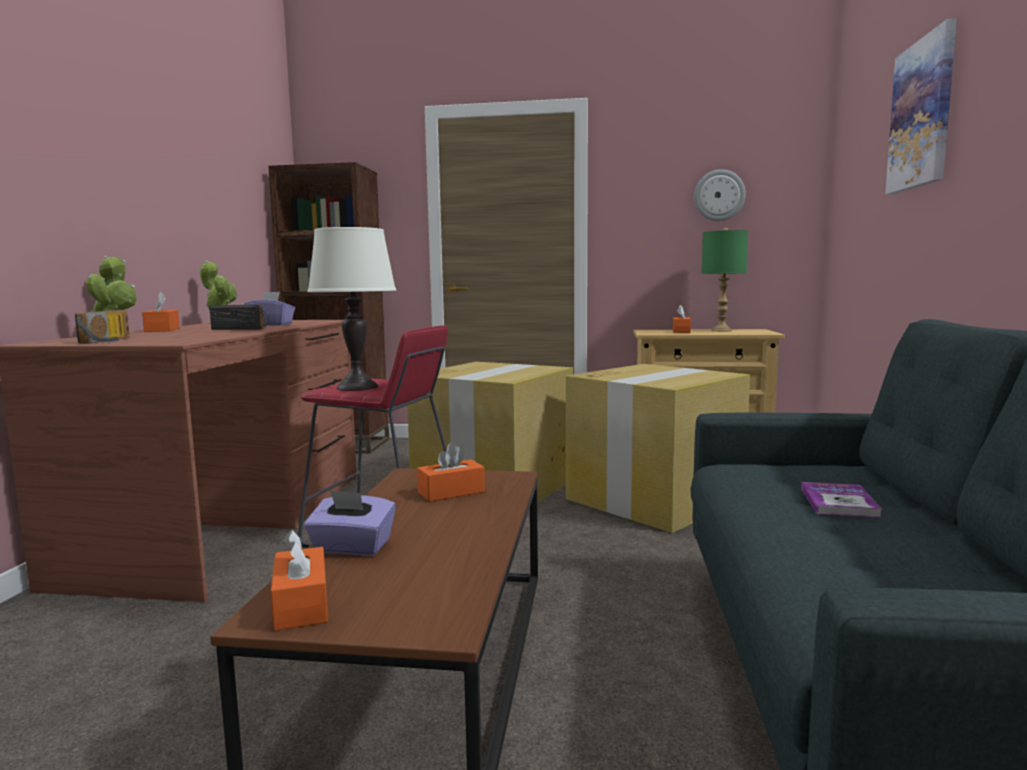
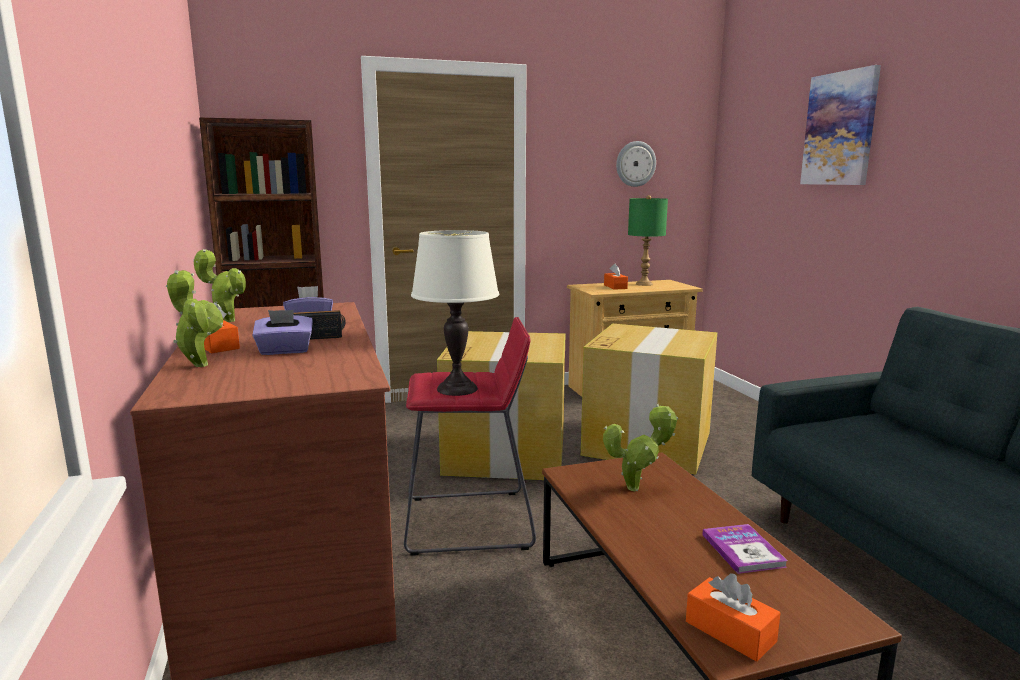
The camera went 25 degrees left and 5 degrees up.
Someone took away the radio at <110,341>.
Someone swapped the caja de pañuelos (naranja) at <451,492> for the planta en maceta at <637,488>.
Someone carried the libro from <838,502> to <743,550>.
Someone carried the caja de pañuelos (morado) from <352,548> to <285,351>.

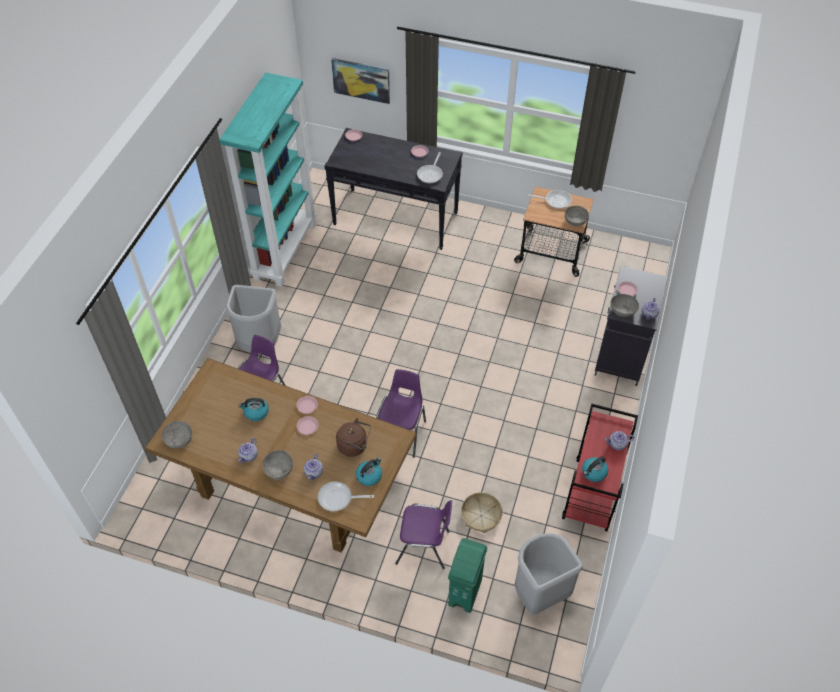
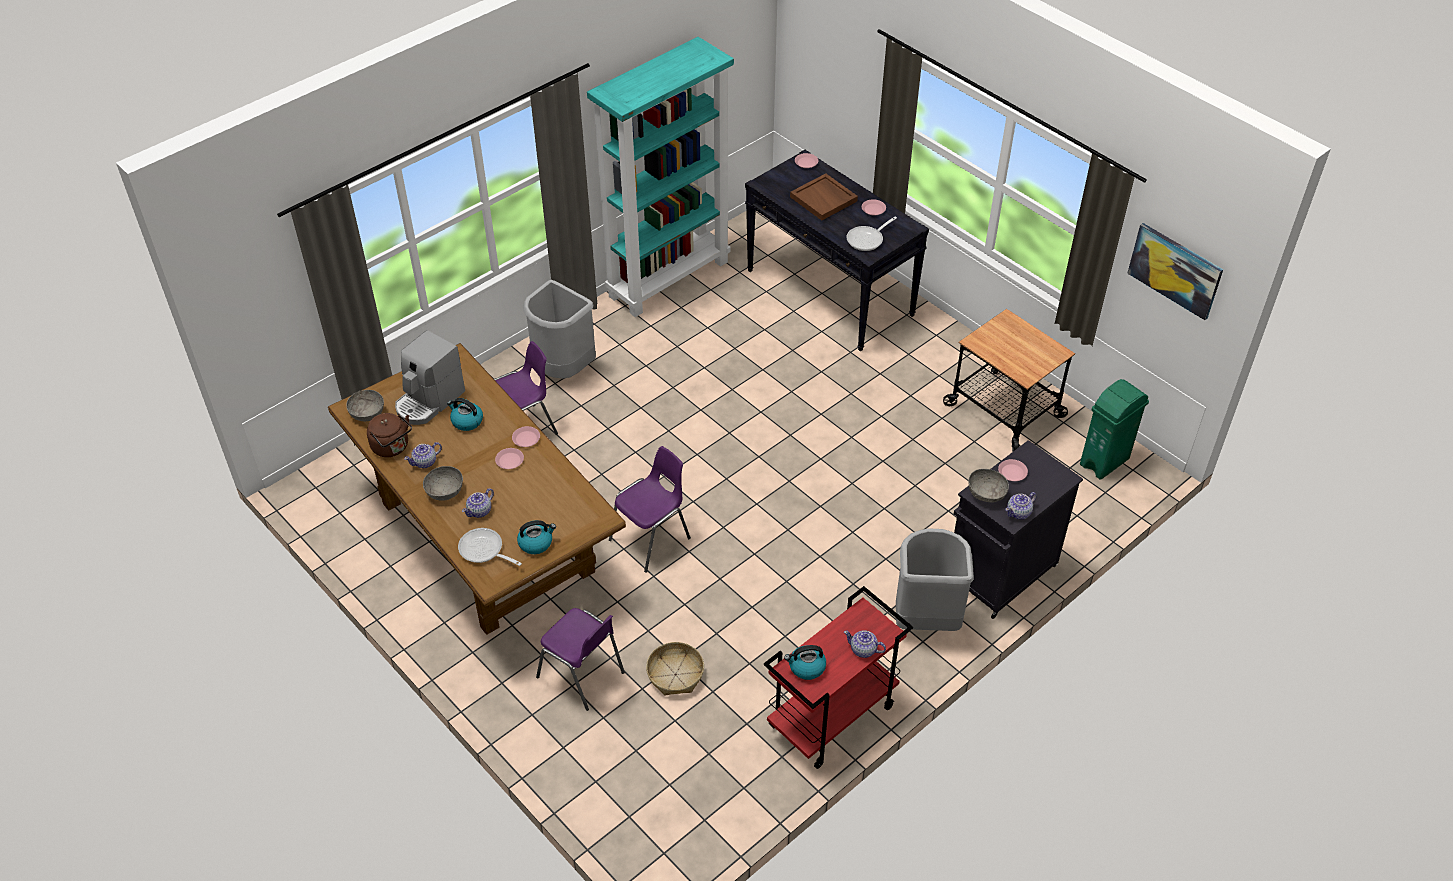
The camera went 30 degrees right and 5 degrees down.
Someone carried the cuadro from <361,80> to <1175,270>.
Someone took away the sartén at <555,201>.
Someone took away the cuenco (gris) at <575,220>.
Someone carried the hervidor (marrón) from <354,446> to <392,447>.
Someone carried the papelera (gris) from <539,593> to <925,620>.
Someone carried the papelera (verde) from <465,592> to <1105,461>.
Someone put down the bandeja (marrón) at <824,199>.
Someone put down the cafetera at <429,401>.

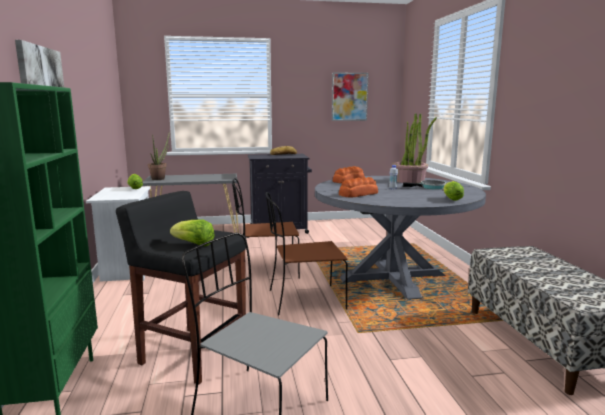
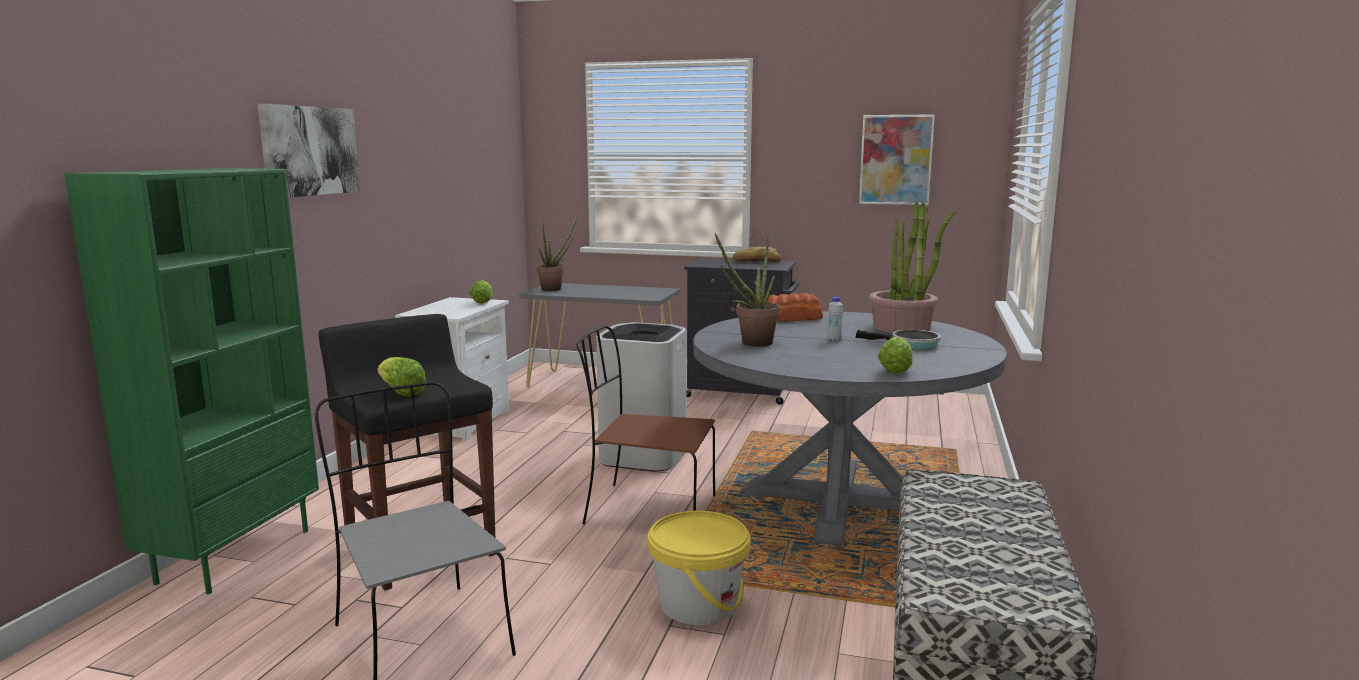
The camera went 25 degrees right and 0 degrees up.
Someone swapped the pan at <358,194> for the planta en maceta at <751,344>.
Someone swapped the silla (marrón) at <266,271> for the papelera (blanco) at <643,455>.
Someone put down the cubo (amarillo) at <698,604>.

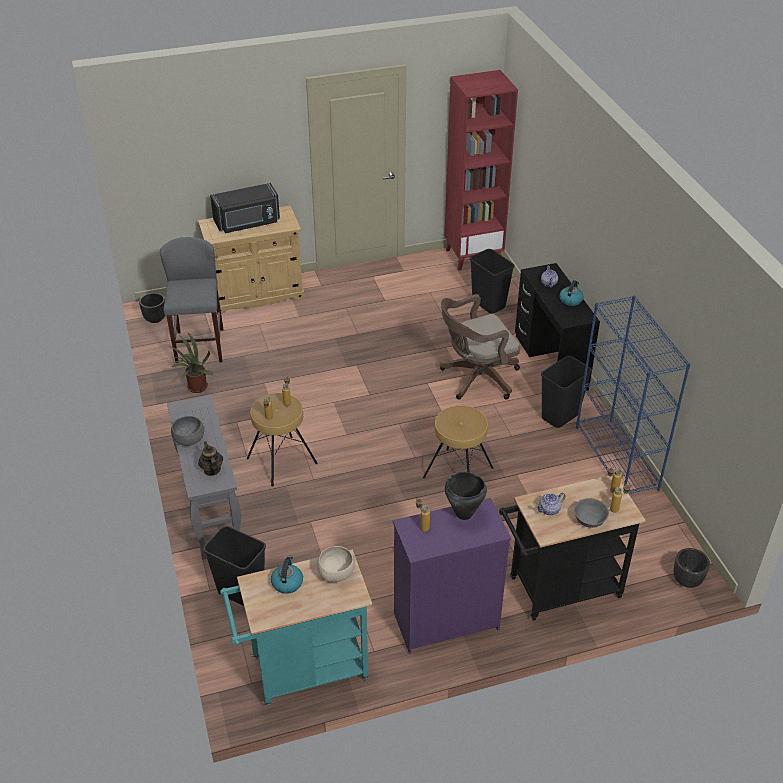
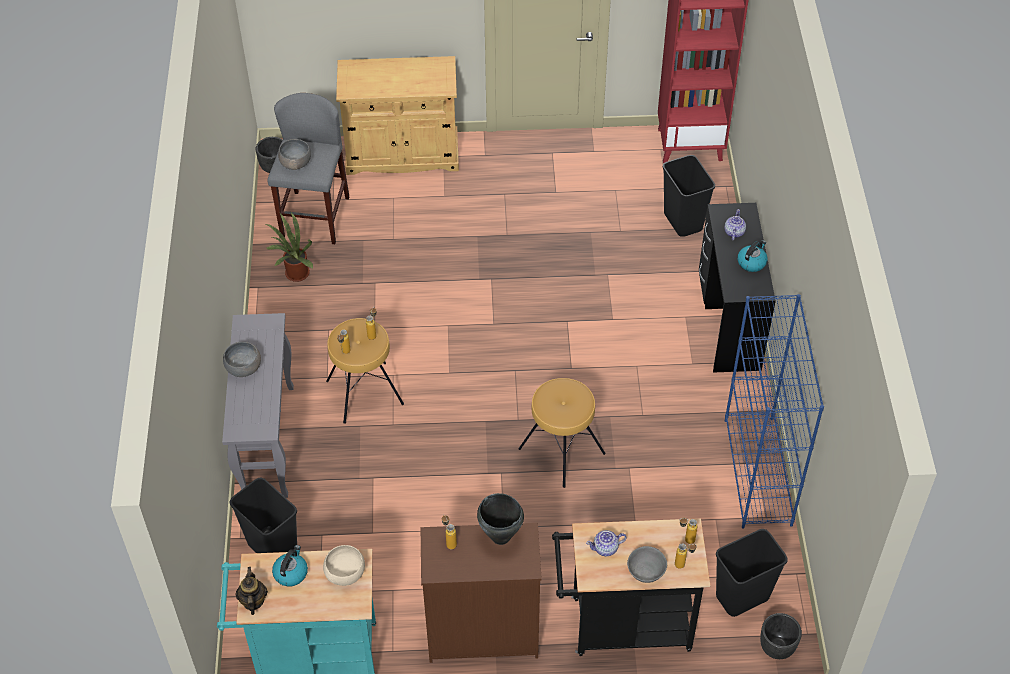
The camera went 15 degrees right and 10 degrees up.
Someone took away the microondas (negro) at <247,223>.
Someone took away the silla de oficina (marrón) at <476,378>.
Someone carried the papelera (negro) from <560,416> to <742,598>.
Someone carried the tetera from <212,470> to <253,601>.
Someone repainted the cómoda (morado) at <445,621>, which became the cómoda (marrón) at <481,634>.
Someone put down the cuenco (gris) at <295,163>.

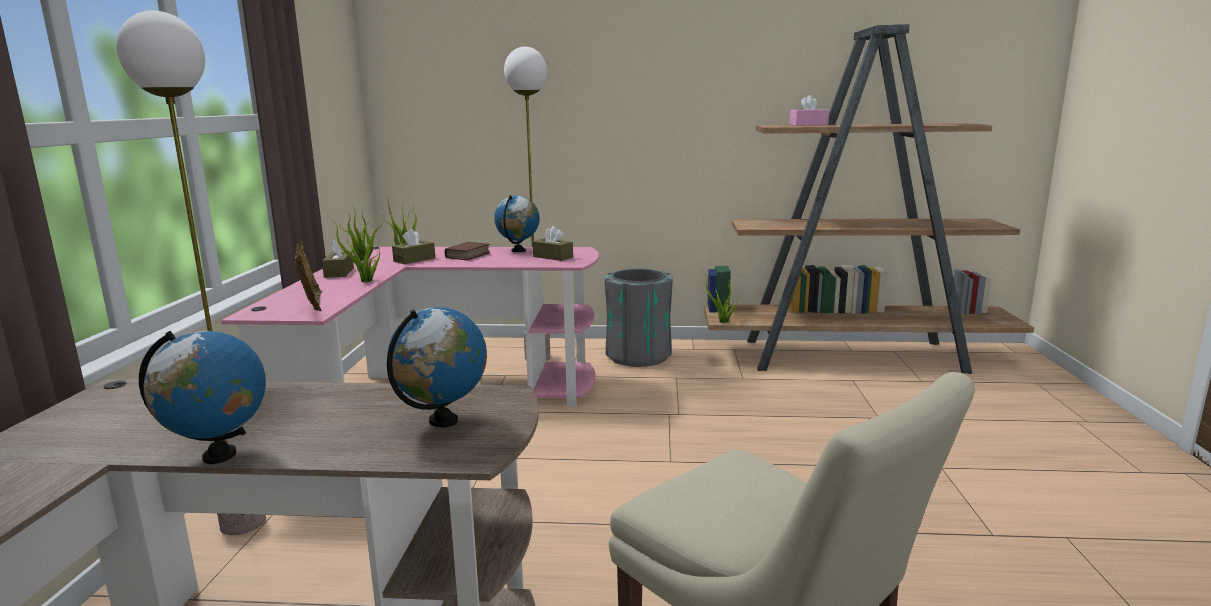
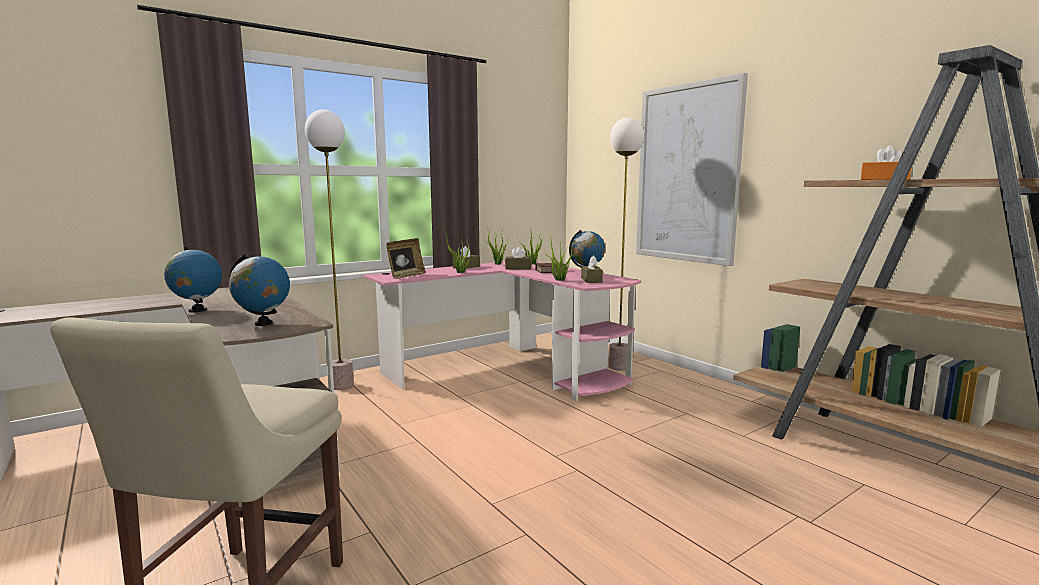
The camera went 50 degrees right and 5 degrees down.
Someone repainted the caja de pañuelos (rosa) at <808,124>, which became the caja de pañuelos (naranja) at <885,179>.
Someone took away the papelera (gris) at <638,356>.
Someone carried the planta en maceta from <722,322> to <559,280>.
Someone put up the cuadro at <687,173>.

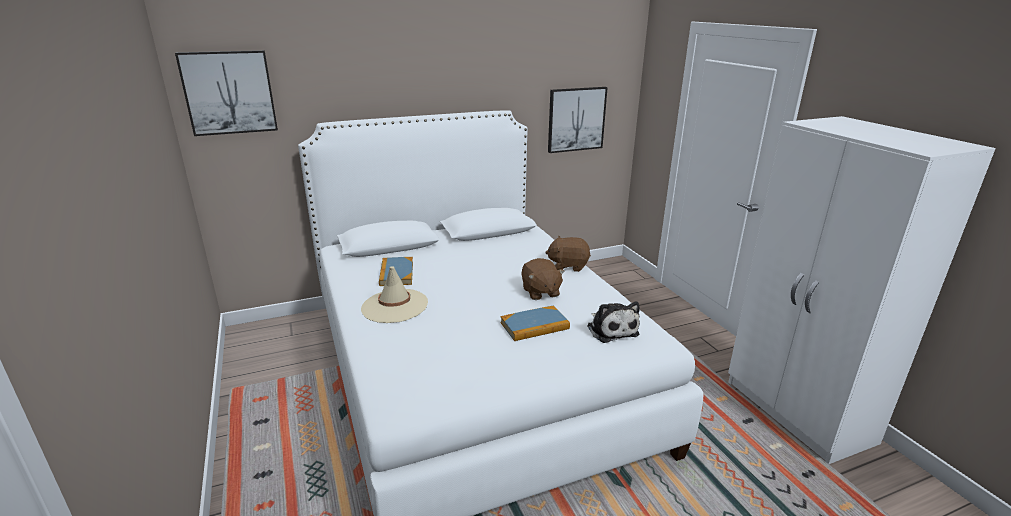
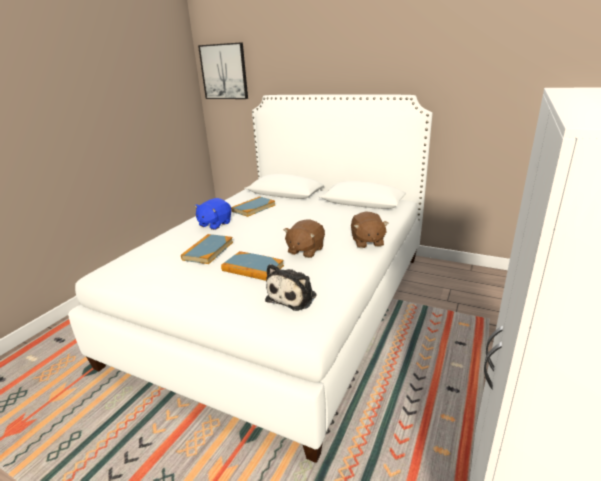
The camera went 50 degrees right and 0 degrees up.
Someone took away the cuadro at <576,119>.
Someone rotated the peluche (marrón) at <568,265> by 150 degrees counterclockwise.
Someone swapped the sombrero (beis) at <394,306> for the peluche (azul) at <214,224>.
Someone put down the libro at <208,251>.

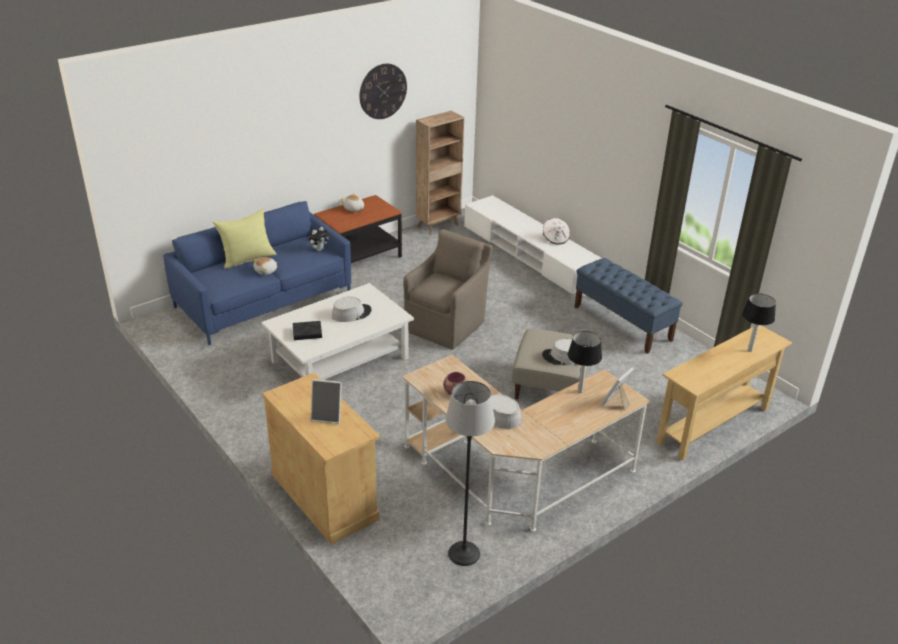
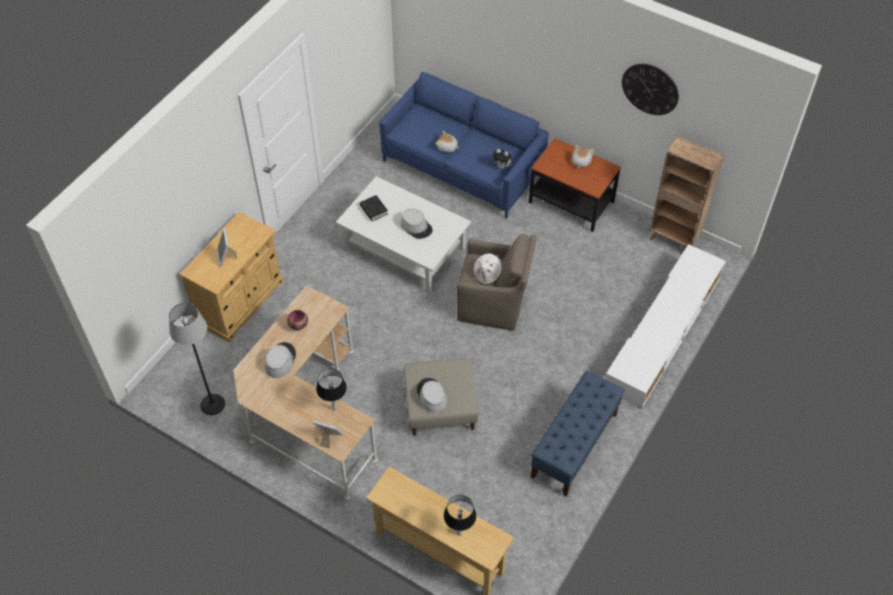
The camera went 70 degrees right and 20 degrees up.
Someone took away the cojín (amarillo) at <247,258>.
Someone carried the sombrero (blanco) from <555,239> to <487,275>.

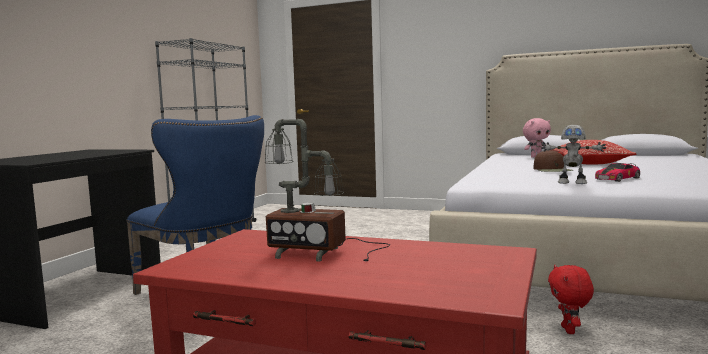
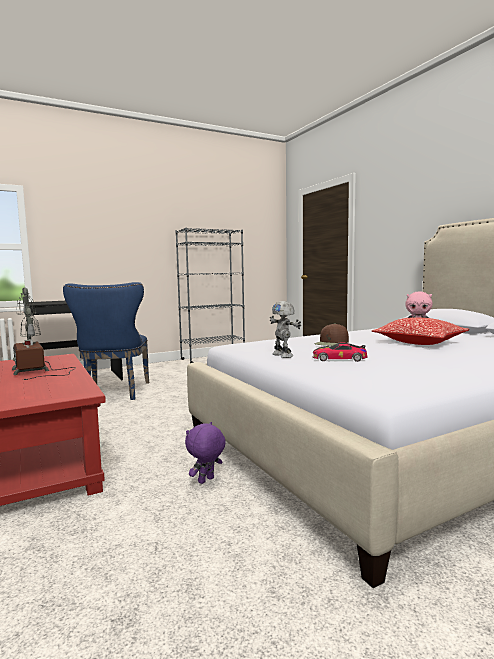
The camera went 40 degrees right and 0 degrees up.
Someone repainted the peluche (rojo) at <569,330>, which became the peluche (morado) at <206,481>.

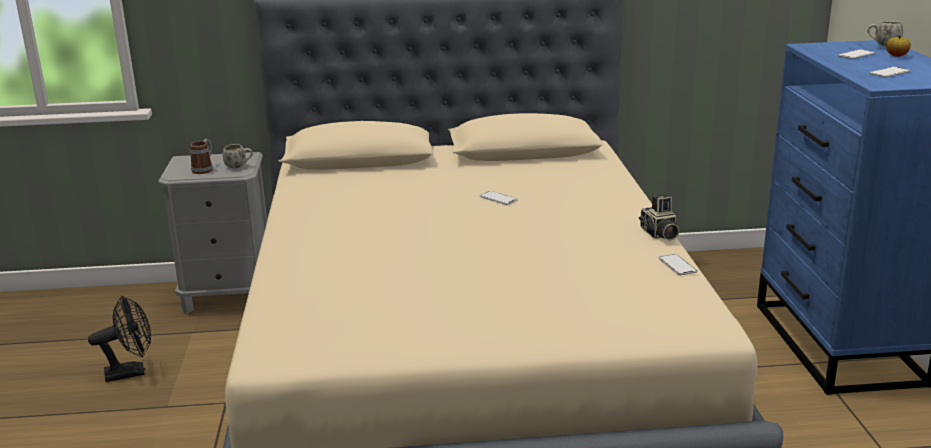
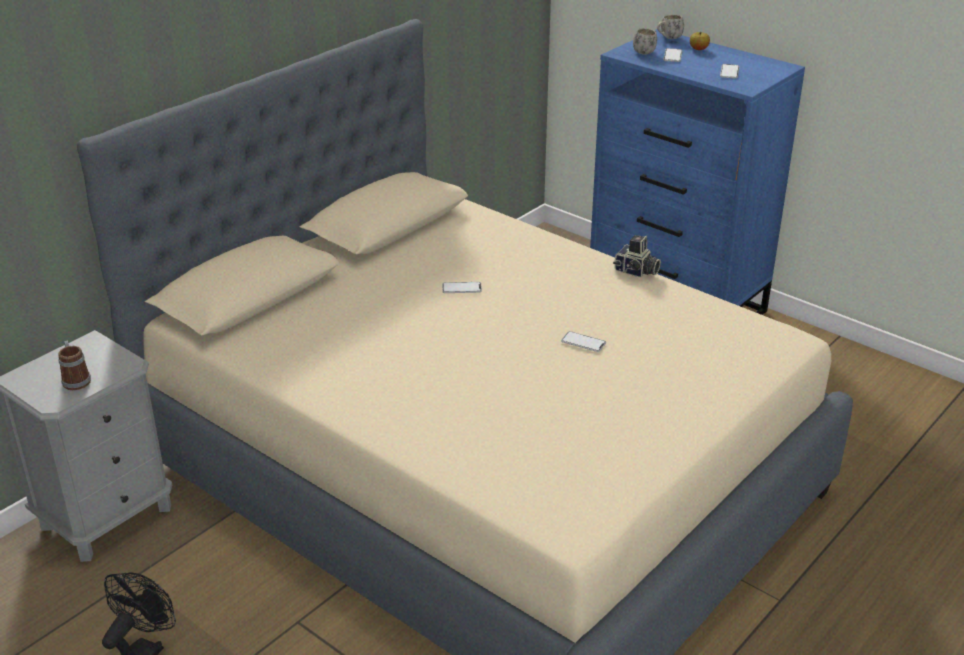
The camera went 45 degrees left and 10 degrees up.
Someone carried the taza grande (blanco) from <239,166> to <646,52>.
Someone carried the móvil from <677,265> to <583,342>.

